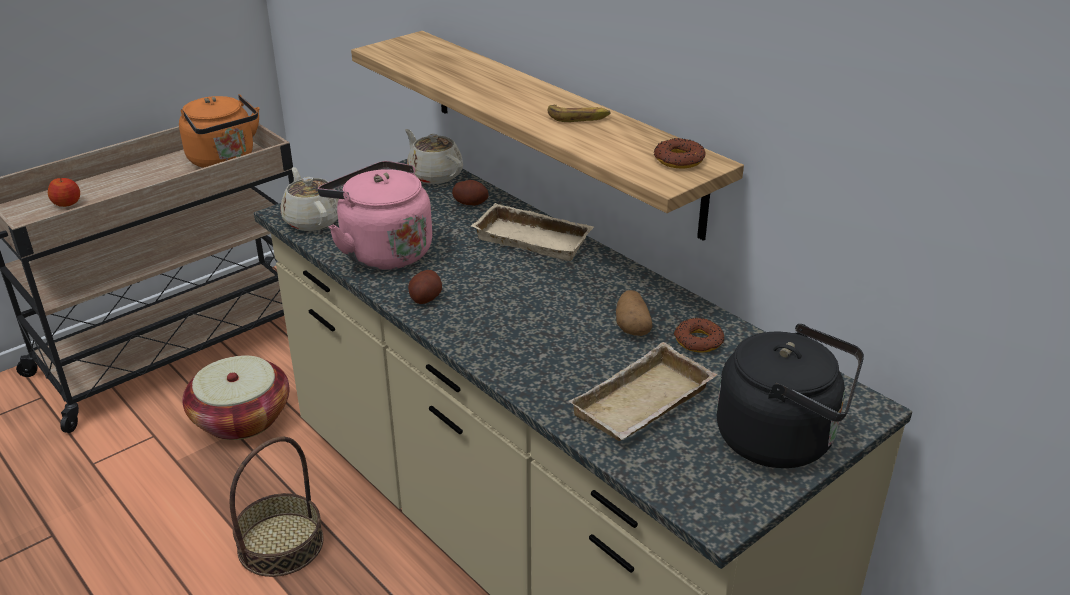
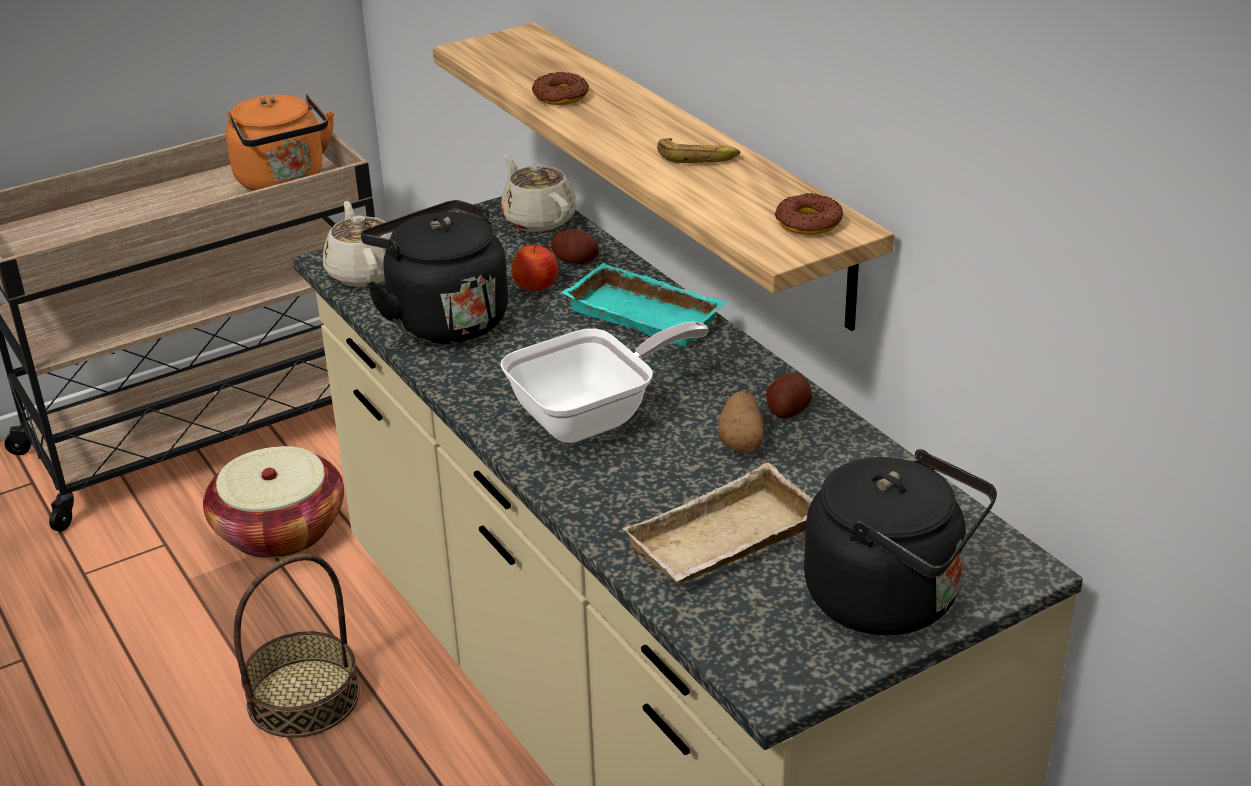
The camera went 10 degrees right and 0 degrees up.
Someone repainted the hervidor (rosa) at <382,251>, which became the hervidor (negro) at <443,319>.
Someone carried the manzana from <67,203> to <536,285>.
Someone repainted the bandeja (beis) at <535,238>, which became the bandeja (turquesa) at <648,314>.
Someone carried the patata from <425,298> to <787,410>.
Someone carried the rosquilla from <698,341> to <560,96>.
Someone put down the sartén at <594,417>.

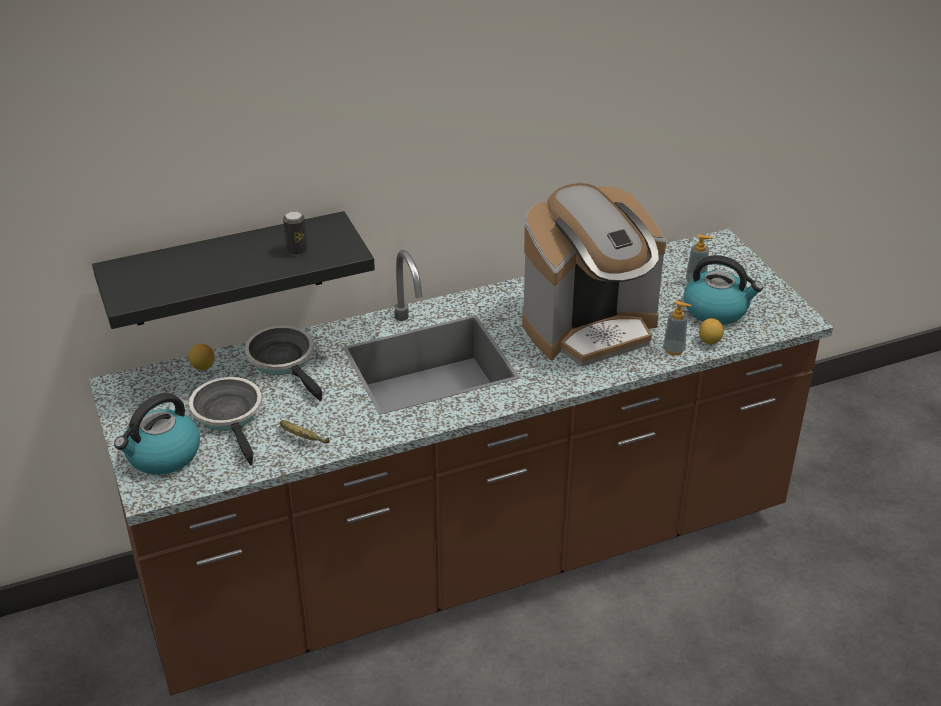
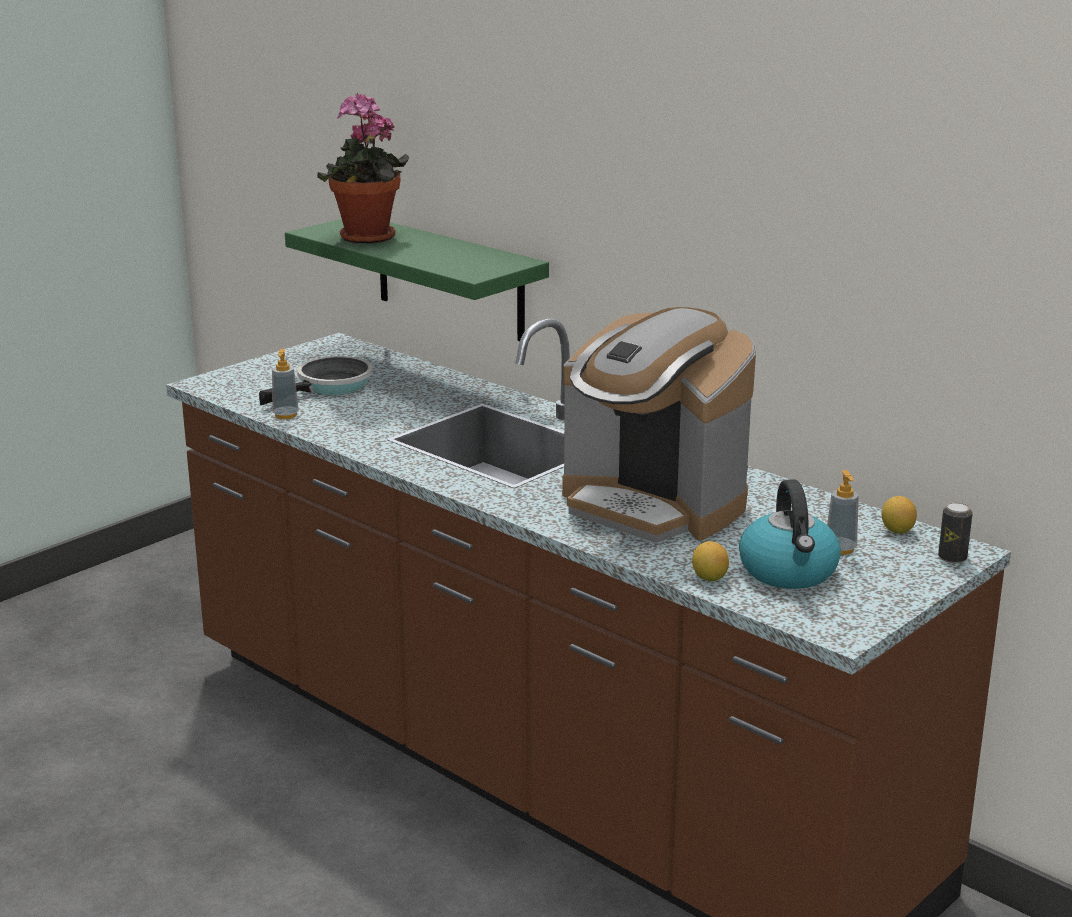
The camera went 65 degrees right and 15 degrees down.
Someone repainted the estante (negro) at <226,270>, which became the estante (verde) at <450,278>.
Someone carried the lata from <297,250> to <952,558>.
Someone carried the dispensador de jabón from <673,350> to <286,415>.
Someone took away the sartén at <284,361>.
Someone carried the limón from <203,367> to <897,531>.
Someone took away the hervidor at <162,455>.
Someone took away the plátano at <302,438>.
Someone put down the planta en maceta at <366,239>.

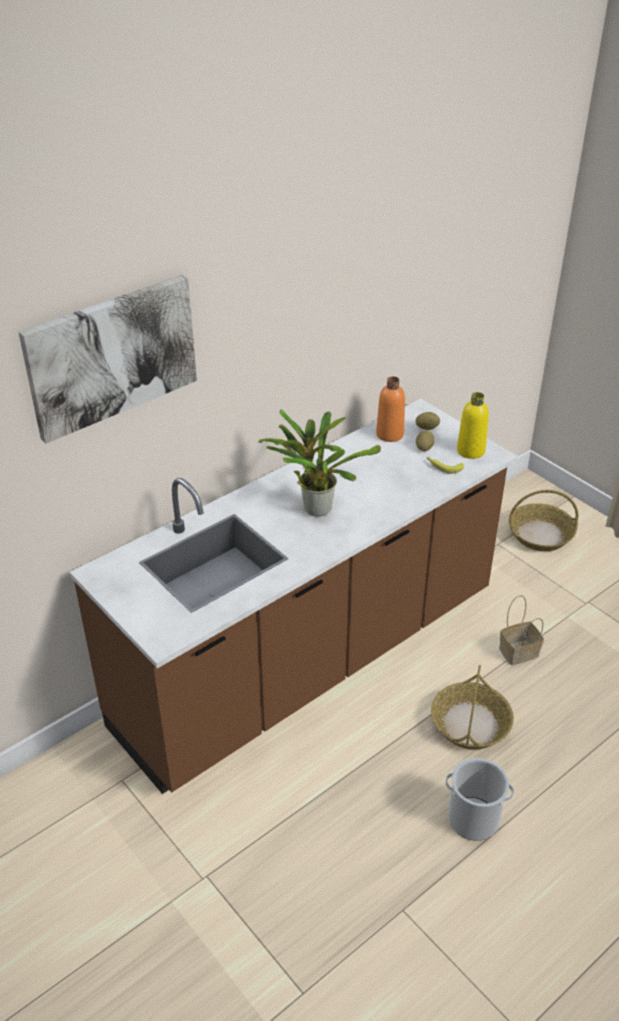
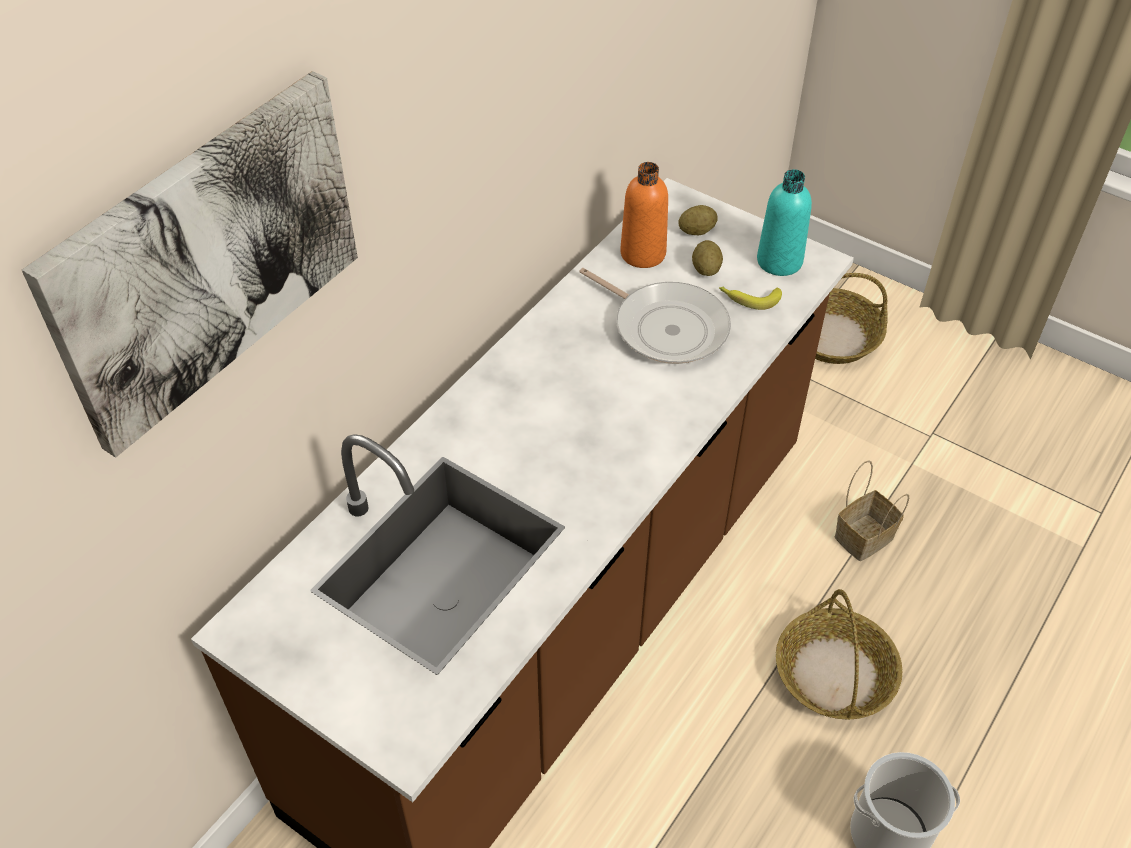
The camera went 15 degrees left and 10 degrees up.
Someone repainted the botella (amarillo) at <470,451>, which became the botella (turquesa) at <779,261>.
Someone took away the planta en maceta at <314,507>.
Someone put down the sartén at <666,327>.

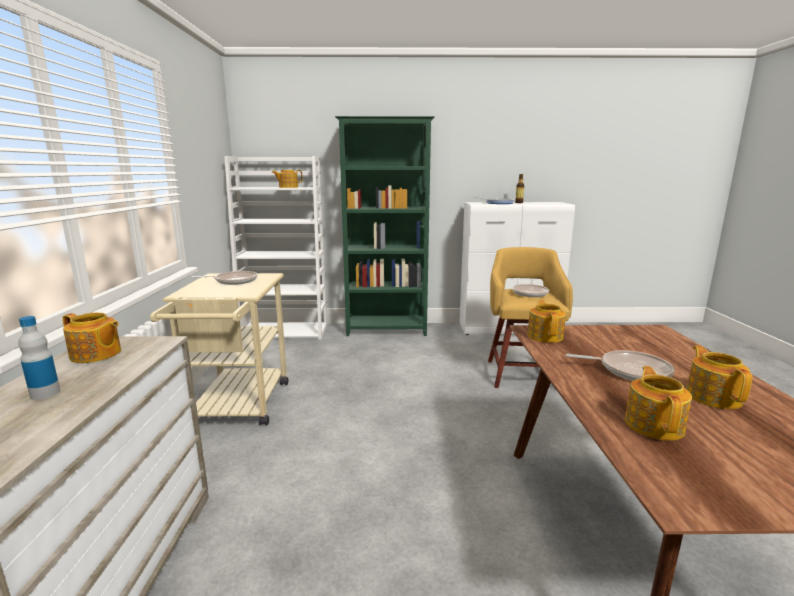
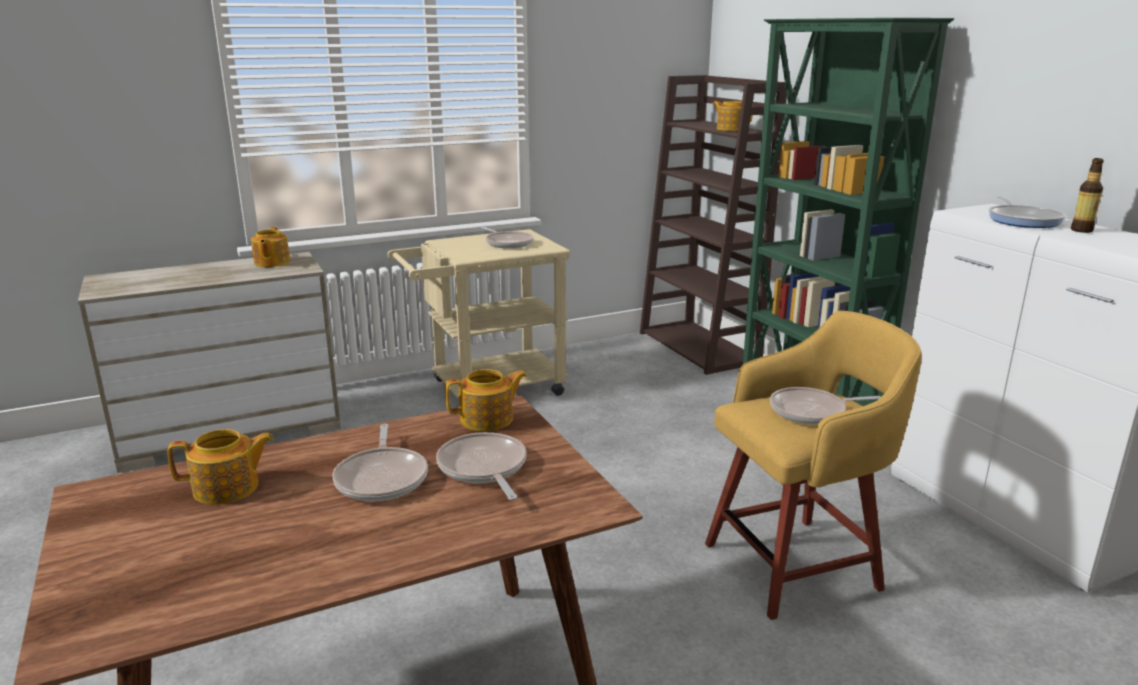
The camera went 65 degrees right and 5 degrees up.
Someone repainted the estantería (blanco) at <285,331>, which became the estantería (marrón) at <700,347>.
Someone took away the botella at <45,393>.
Someone took away the tetera at <713,397>.
Someone put down the sartén at <483,468>.

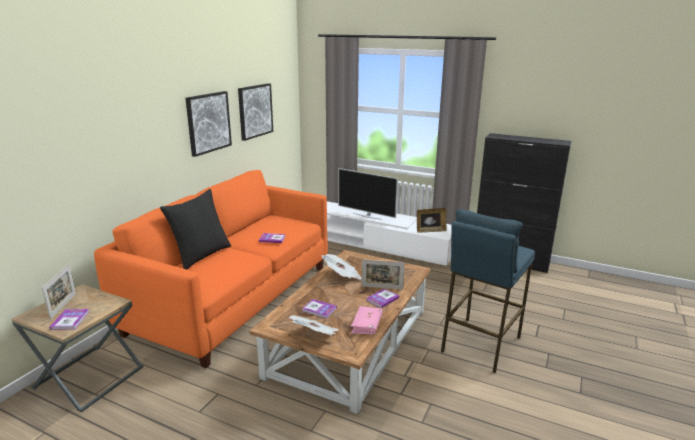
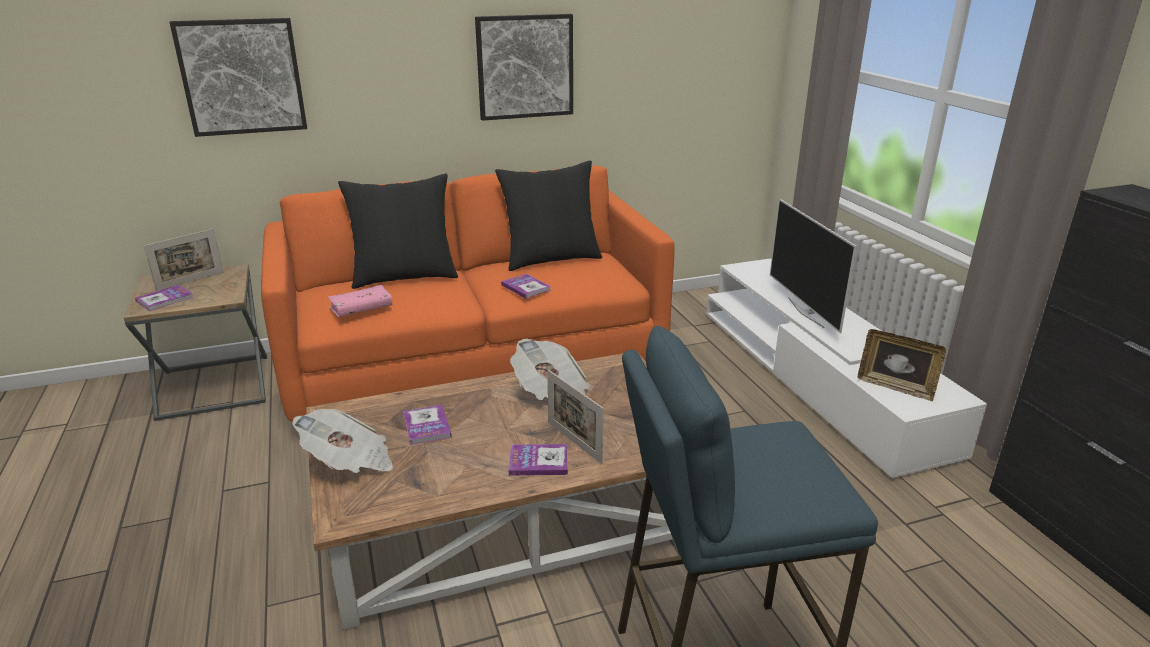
The camera went 45 degrees right and 5 degrees up.
Someone carried the cuadro from <255,111> to <242,77>.
Someone carried the libro (rosa) from <366,325> to <361,309>.
Someone put down the cojín (negro) at <551,259>.

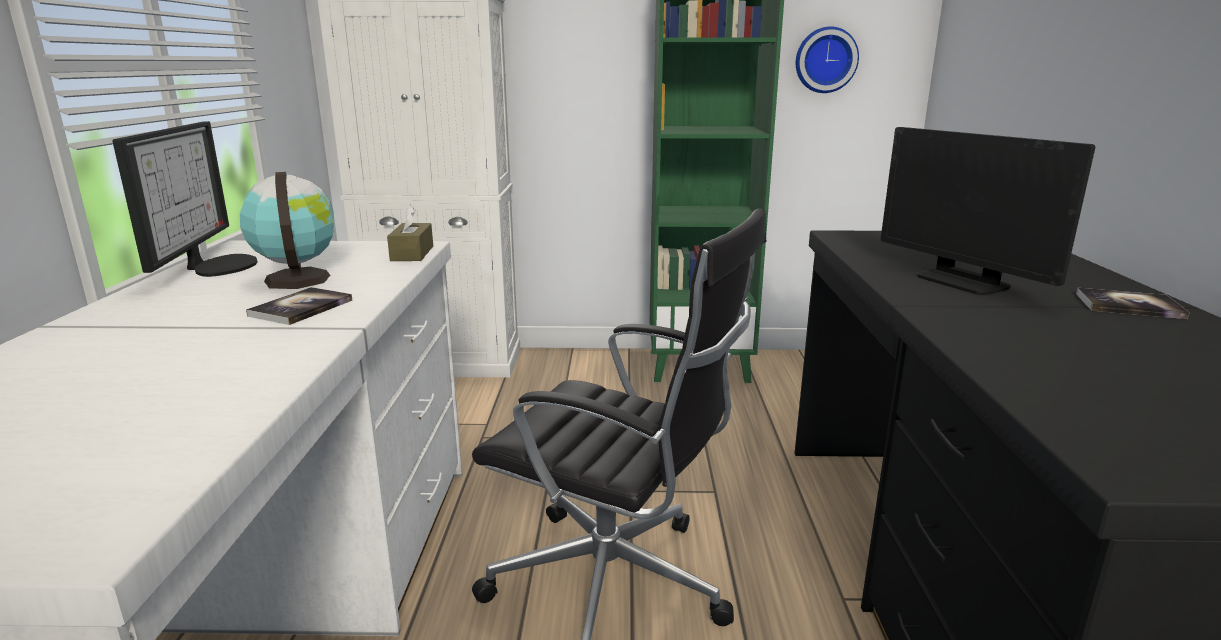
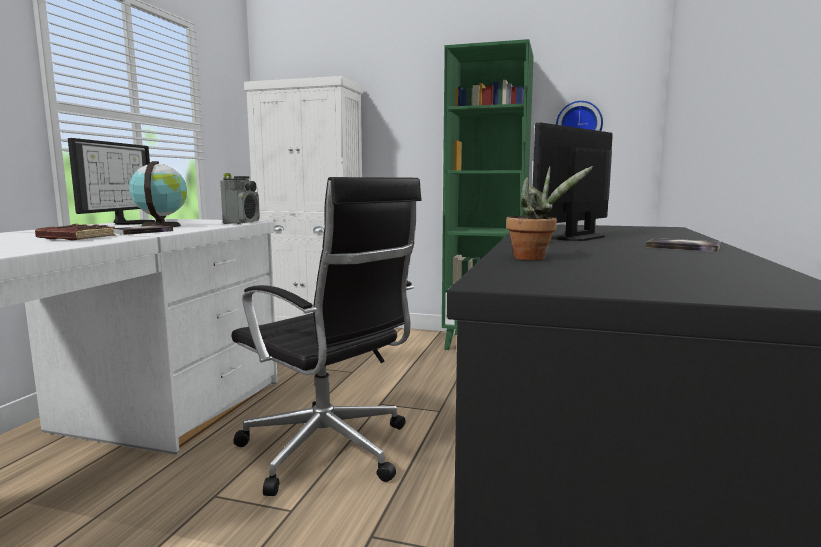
The camera went 15 degrees right and 10 degrees down.
Someone rotated the monitor at <962,281> by 60 degrees clockwise.
Someone swapped the caja de pañuelos (marrón) at <412,253> for the radio at <242,222>.
Someone put down the planta en maceta at <534,258>.
Someone put down the libro (marrón) at <75,238>.

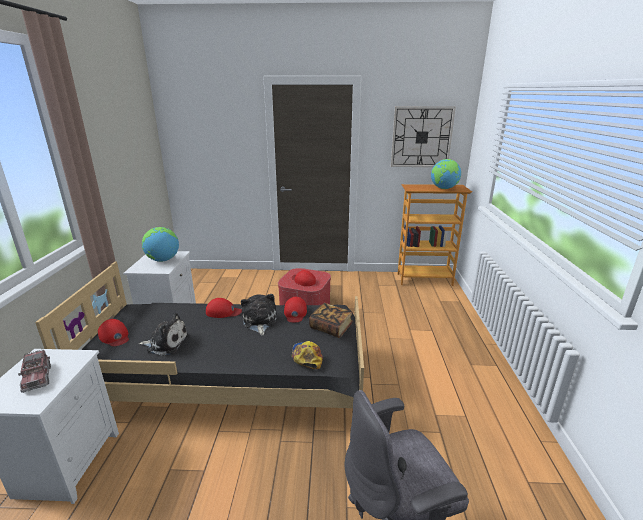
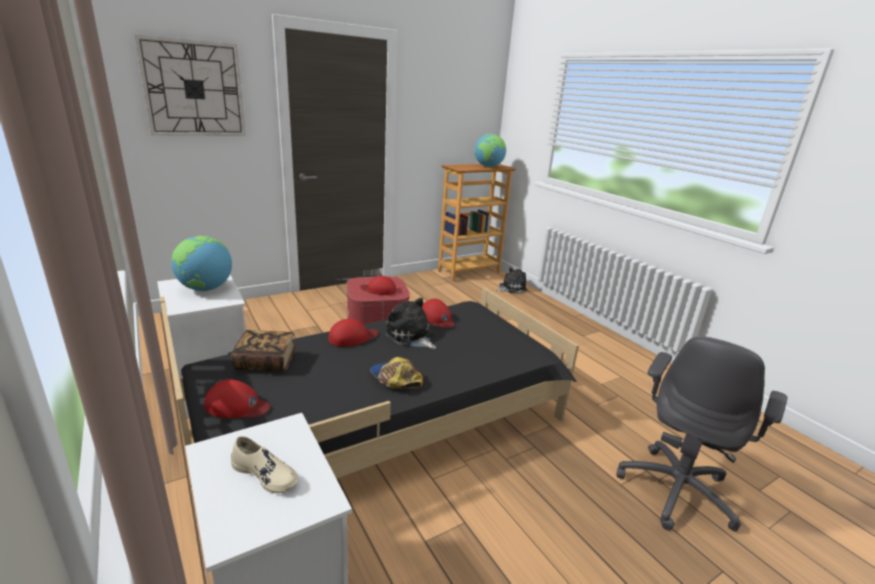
The camera went 35 degrees left and 0 degrees up.
Someone carried the reloj de pared from <421,137> to <194,89>.
Someone carried the libro from <331,327> to <266,362>.
Someone carried the peluche from <166,343> to <511,288>.
Someone carried the gorra from <307,357> to <395,379>.
Someone swapped the camión de juguete at <37,377> for the zapato (beis) at <265,474>.

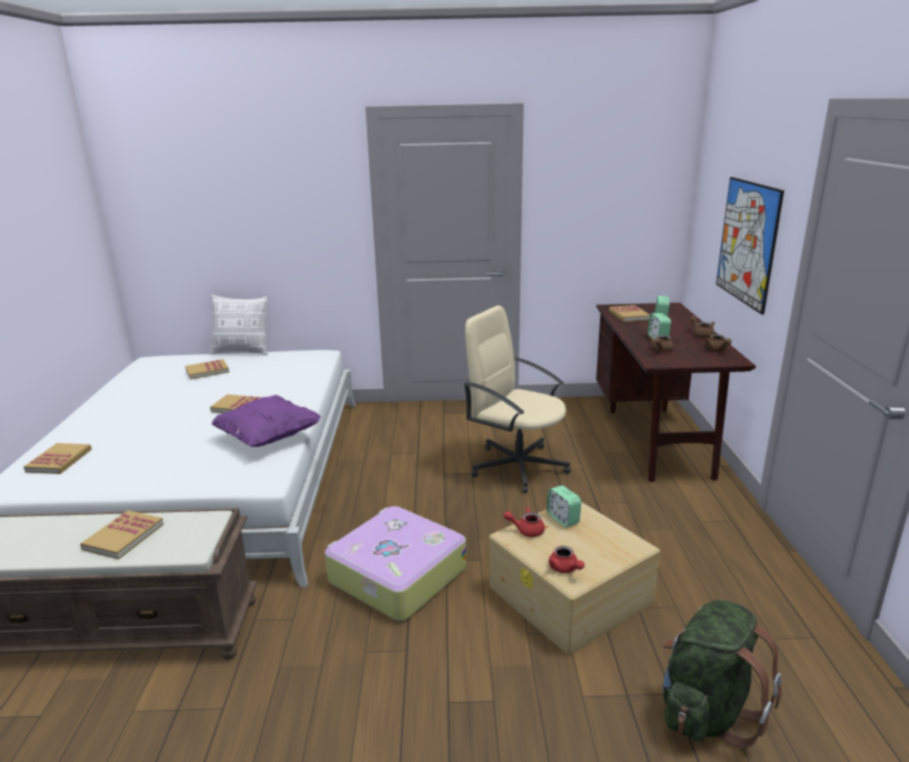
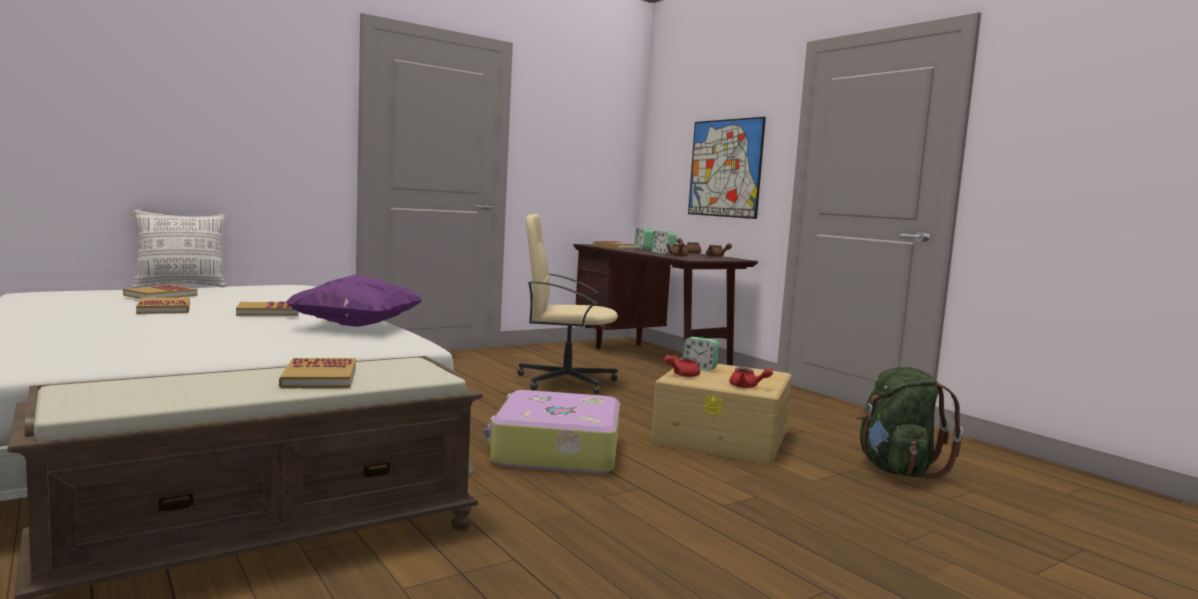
The camera went 35 degrees left and 15 degrees down.
Someone carried the libro from <59,460> to <164,309>.

